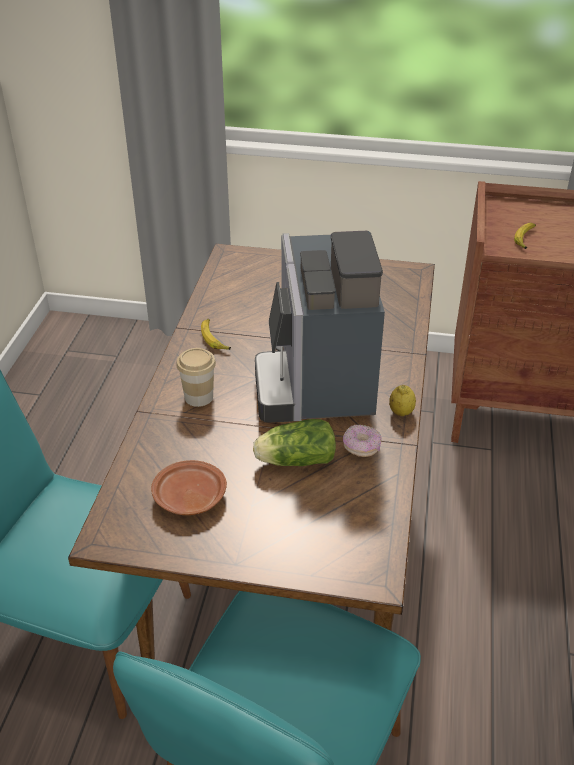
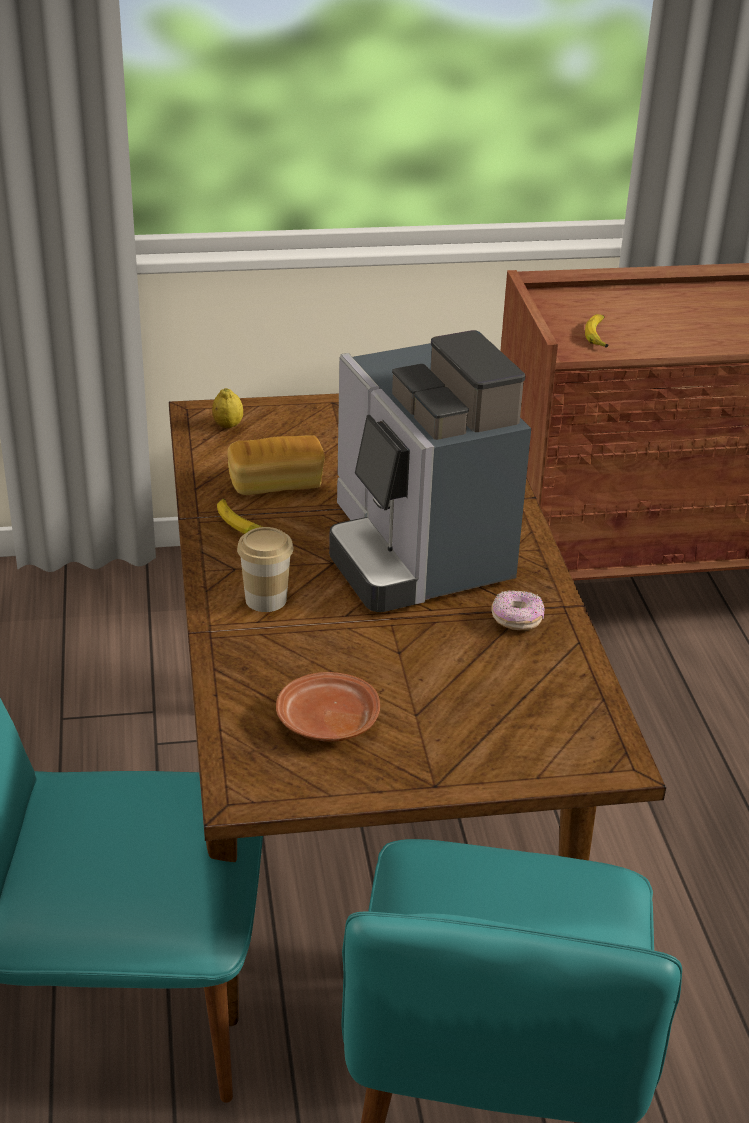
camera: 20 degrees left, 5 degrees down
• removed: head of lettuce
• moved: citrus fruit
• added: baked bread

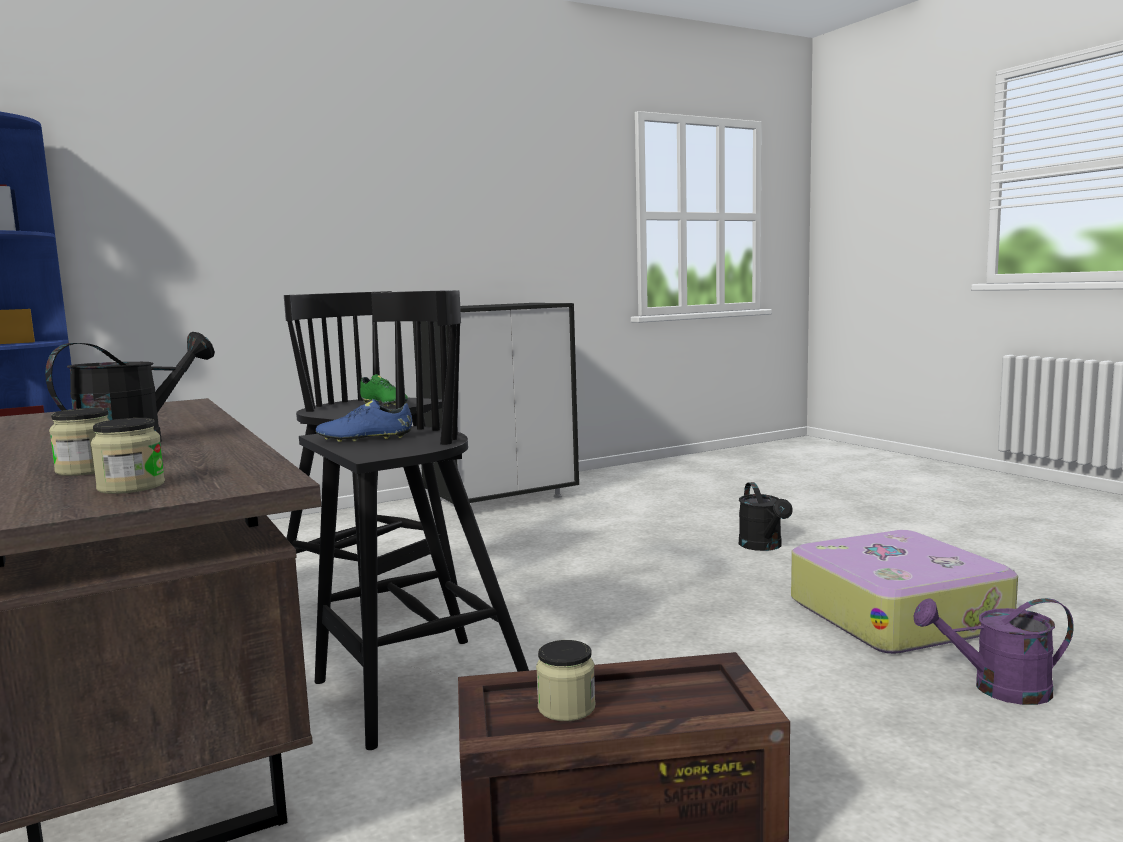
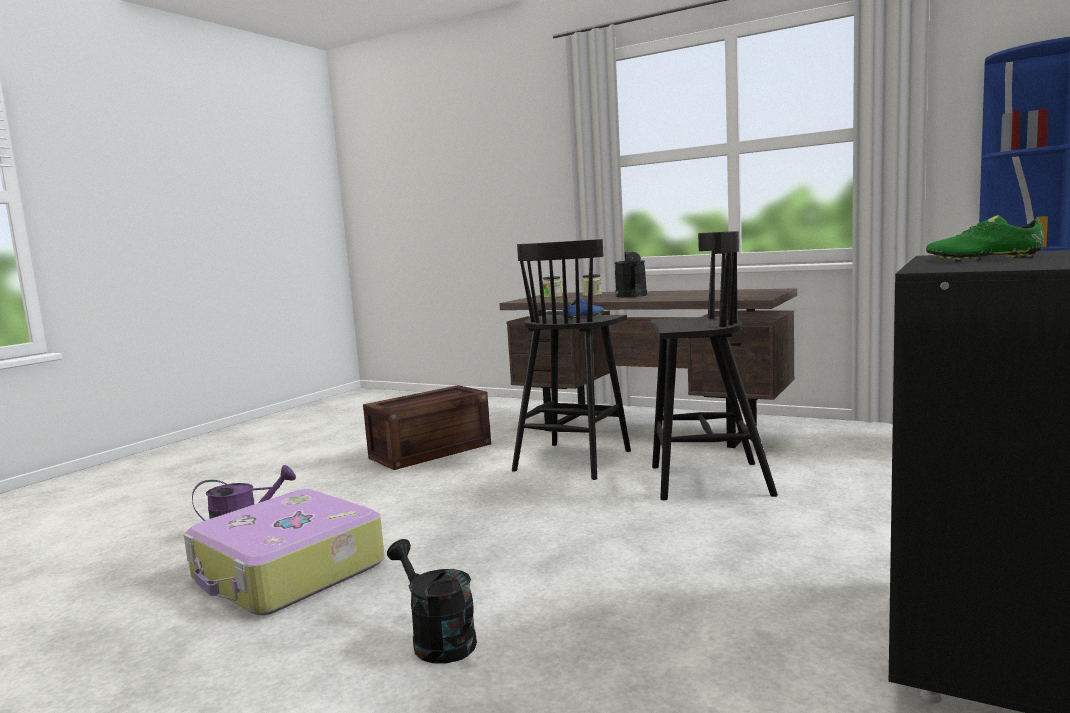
camera: 150 degrees right, 0 degrees up
• moved: green low shoe
• removed: jar (3rd from left)

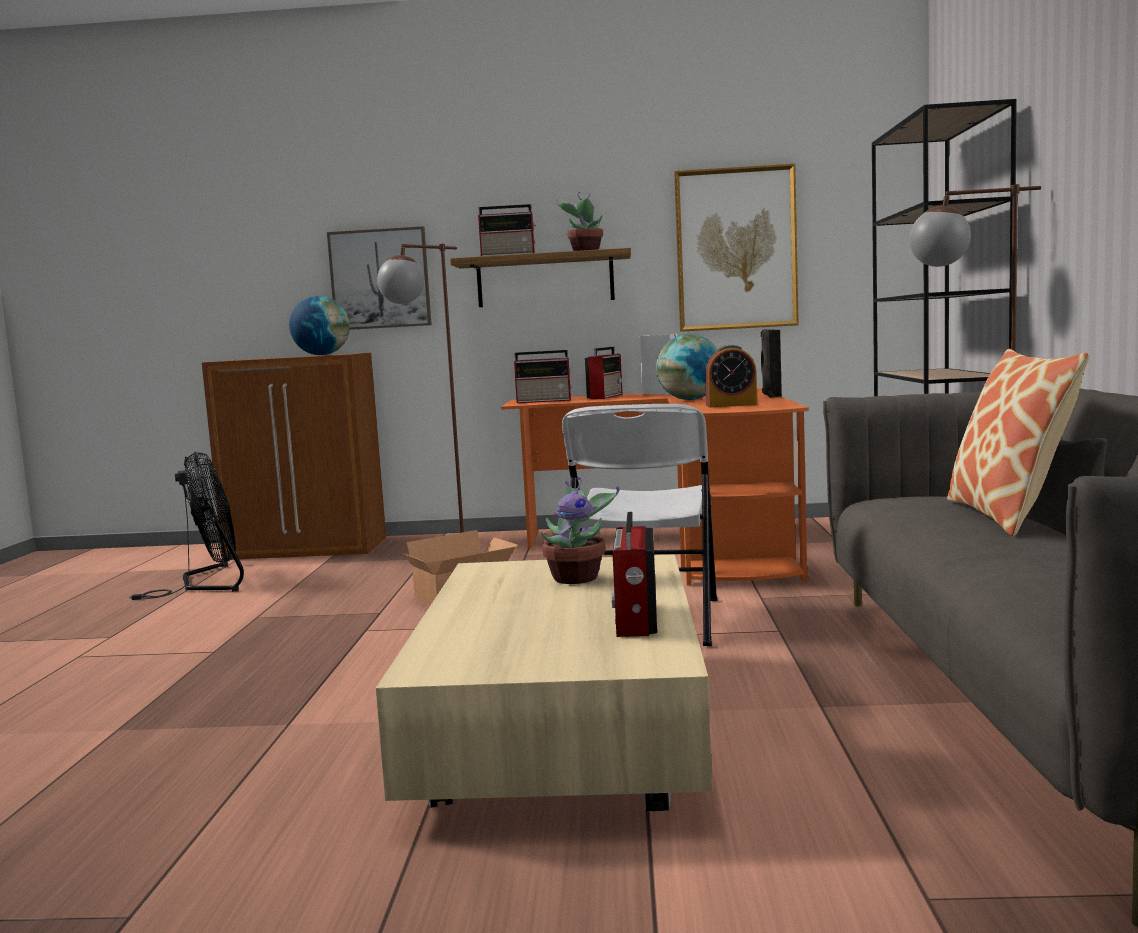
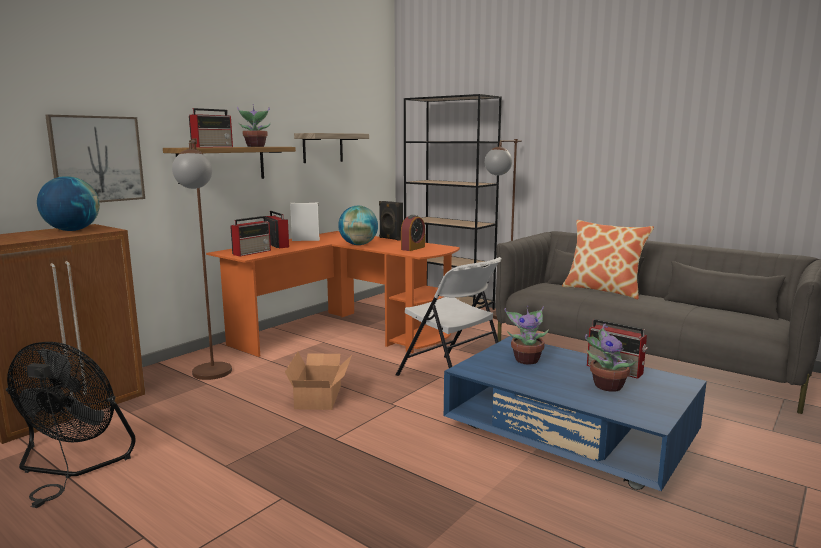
camera: 55 degrees left, 5 degrees up
• recoloured: sand-coloured low table to blue low table
• replaced: wall picture (2nd from left) to shelf (2nd from left)
• added: plant in a pot (3rd from left)

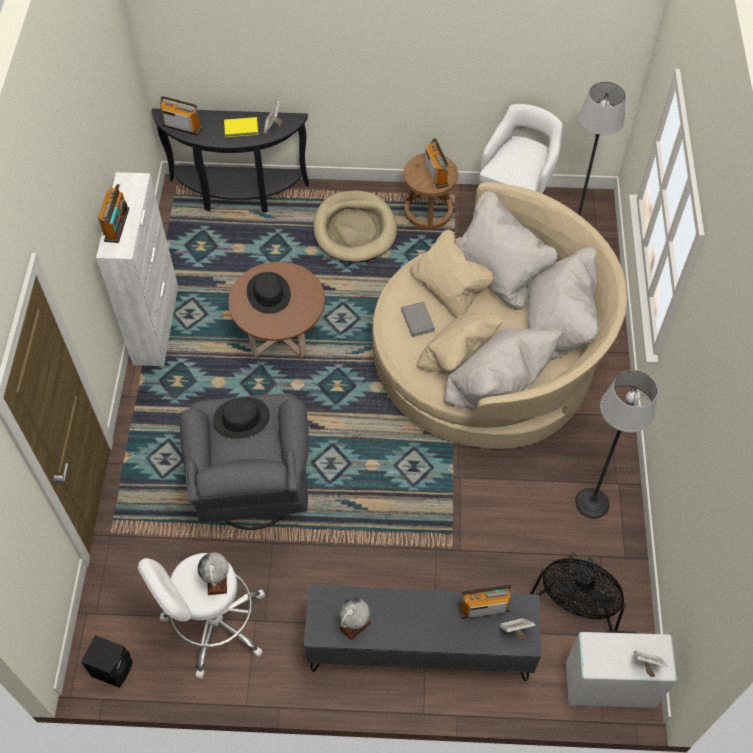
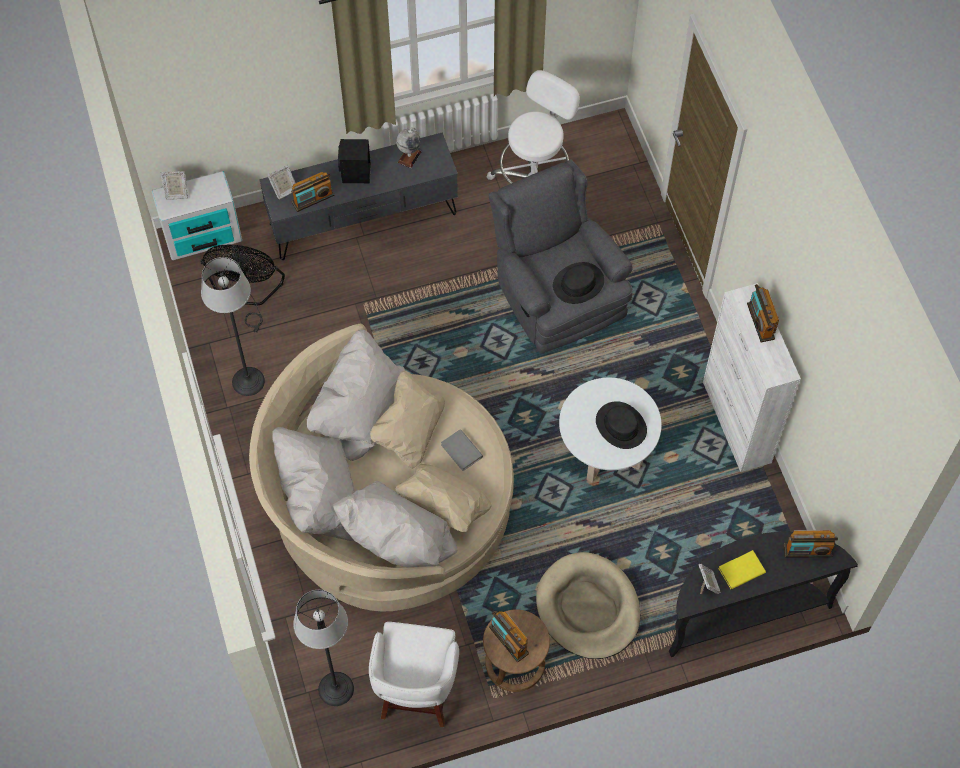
camera: 160 degrees right, 5 degrees up
• moved: black speaker
• removed: desk globe (1st from left)
• recoloured: brown-coloured low table to whitish low table

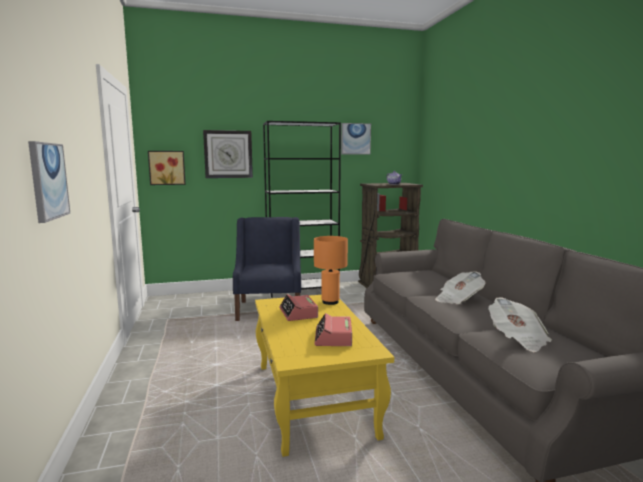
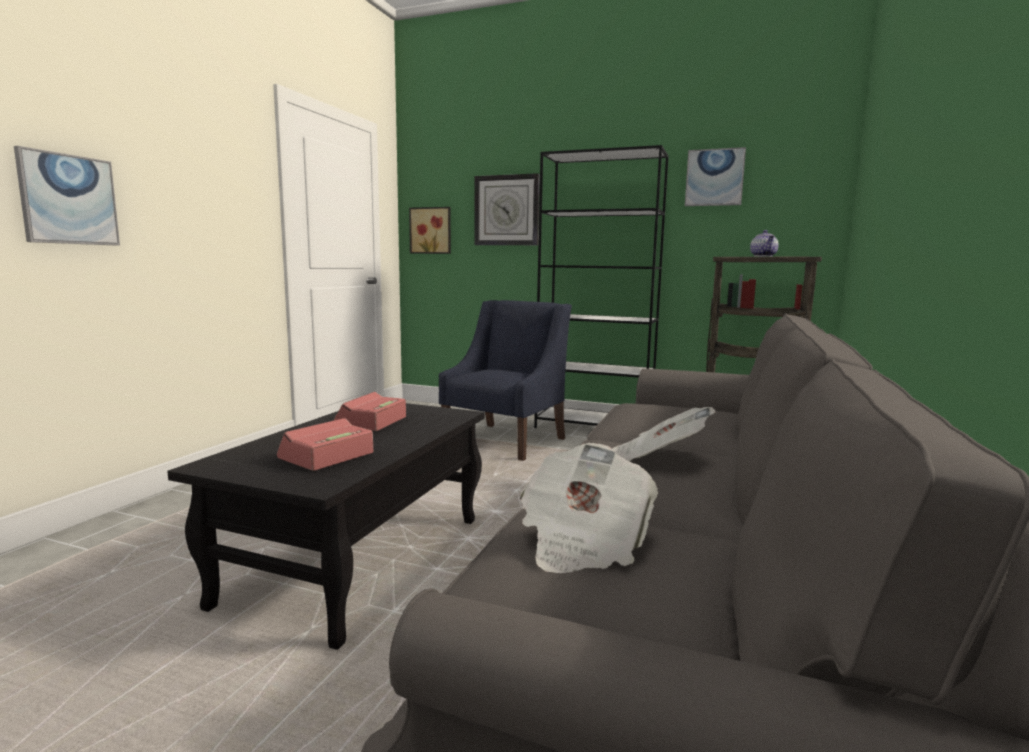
camera: 35 degrees right, 0 degrees up
• recoloured: yellowish low table to black low table
• removed: orangey tabletop lamp

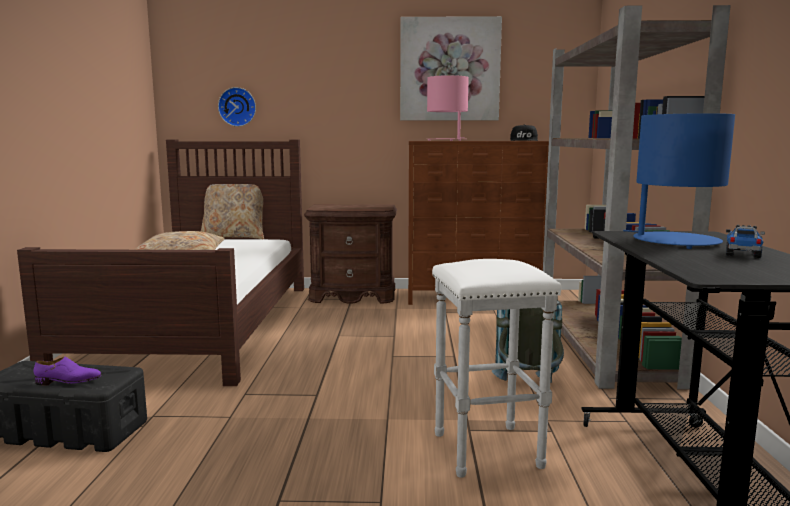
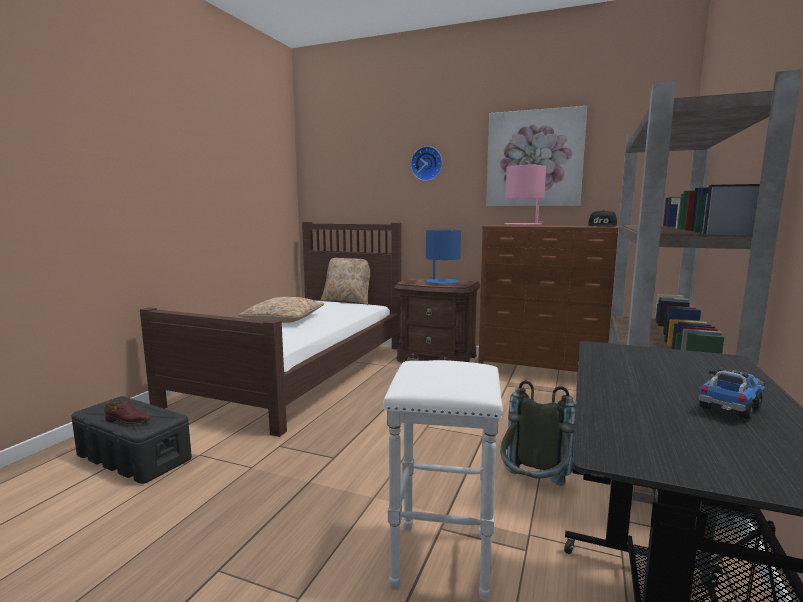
camera: 20 degrees right, 0 degrees up
• recoloured: purple low shoe to brown-coloured low shoe
• moved: hanging clock
• moved: blue tabletop lamp

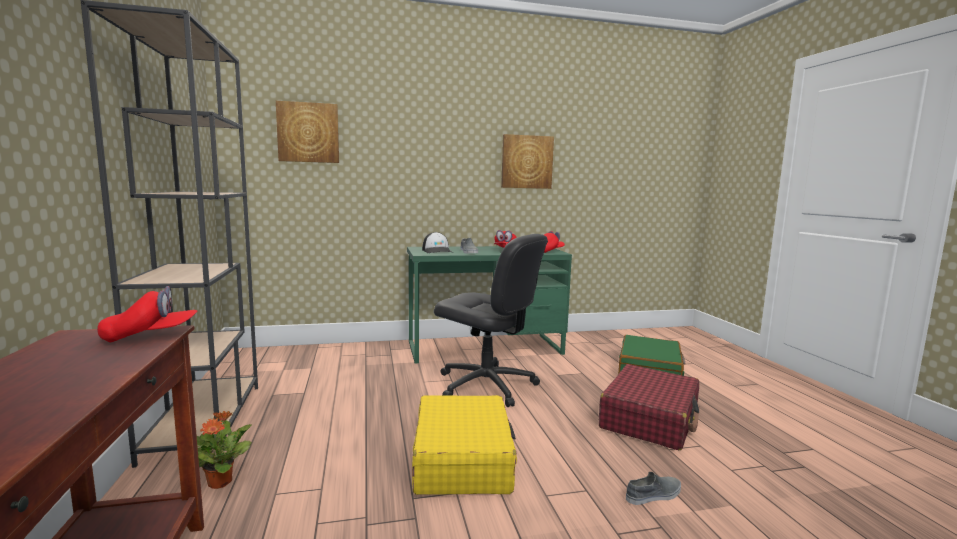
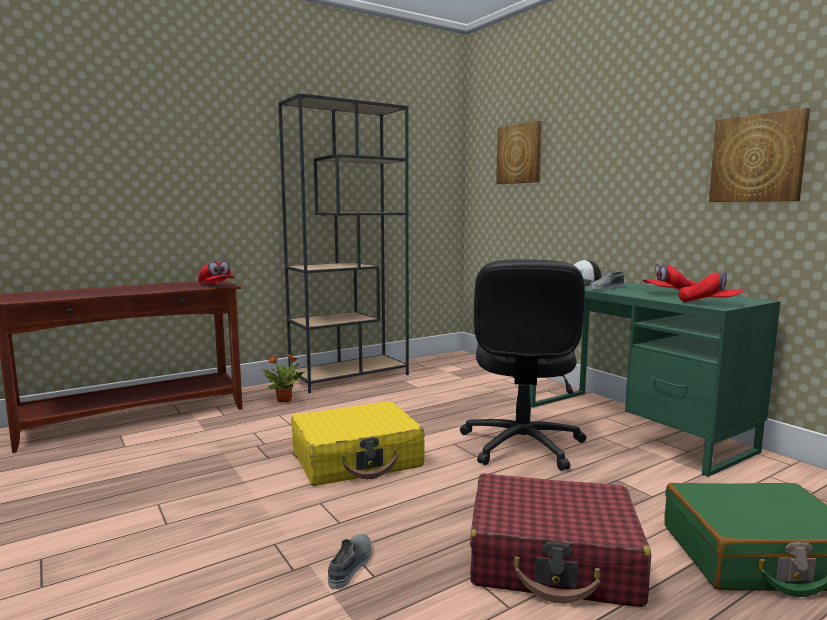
camera: 70 degrees right, 0 degrees up
• turned: gray low shoe (2nd from left in the first image) 120 degrees counterclockwise

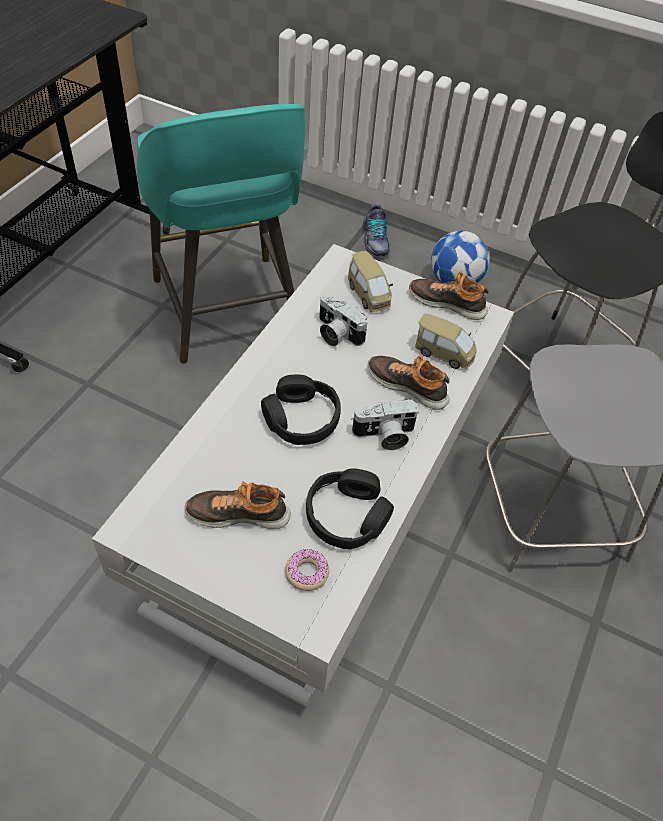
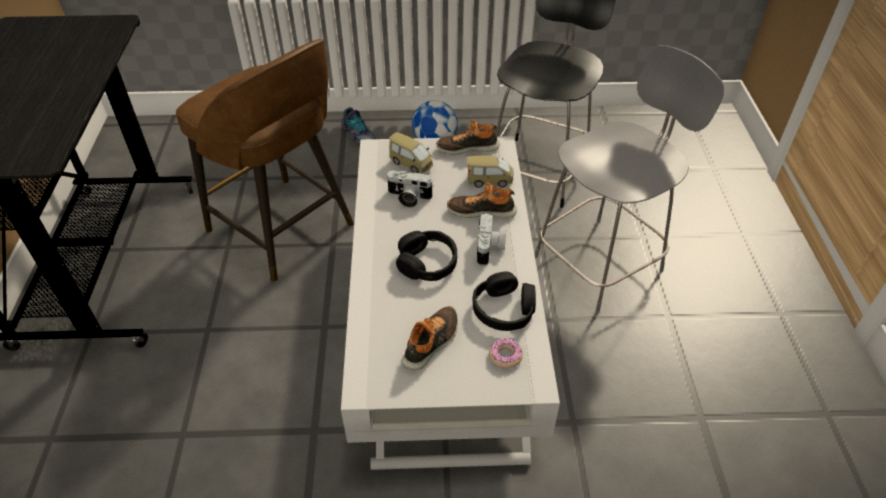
camera: 25 degrees left, 5 degrees down
• recoloured: turquoise-coloured stool seat to brown-coloured stool seat
• turned: low shoe (1st from left in the first image) 150 degrees clockwise
• turned: photo camera (2nd from left) 45 degrees counterclockwise

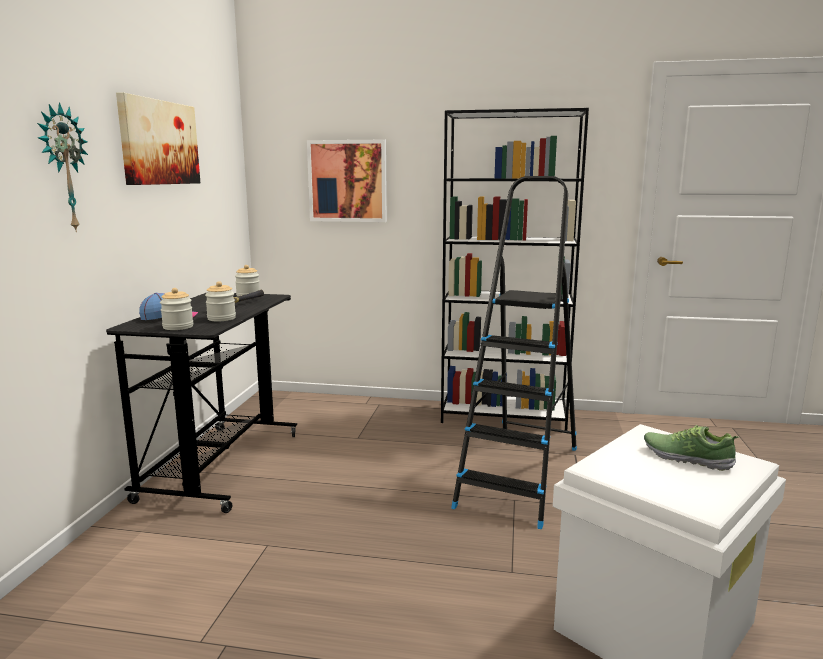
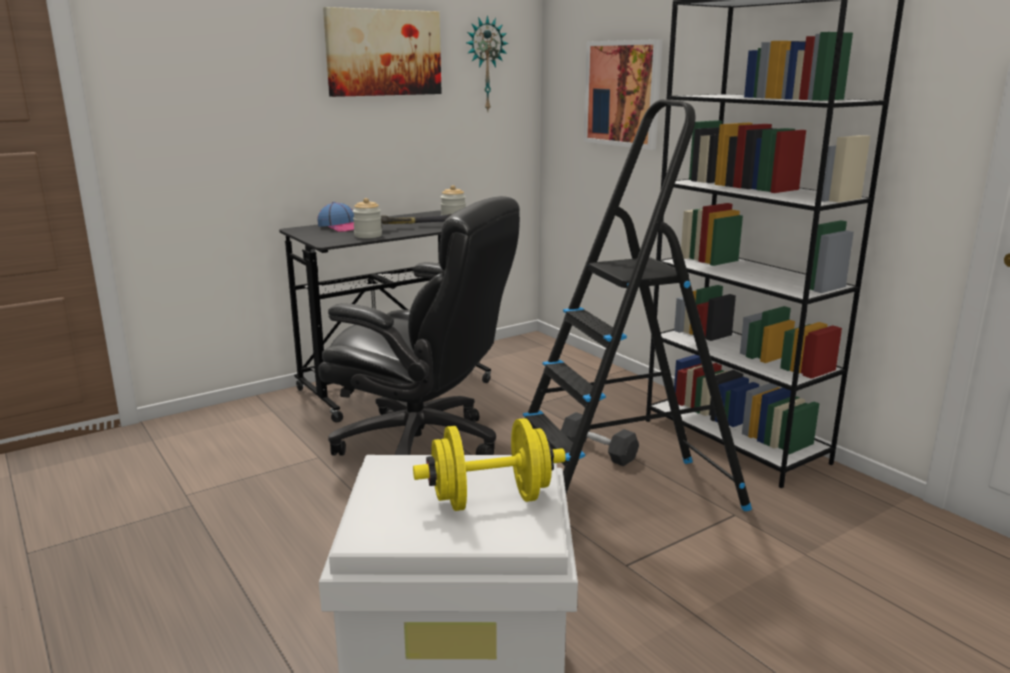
camera: 45 degrees right, 5 degrees up
• moved: hanging clock
• removed: jar (1st from left)
• replaced: low shoe to yellowish free weight
• added: black office chair
• added: gray free weight

